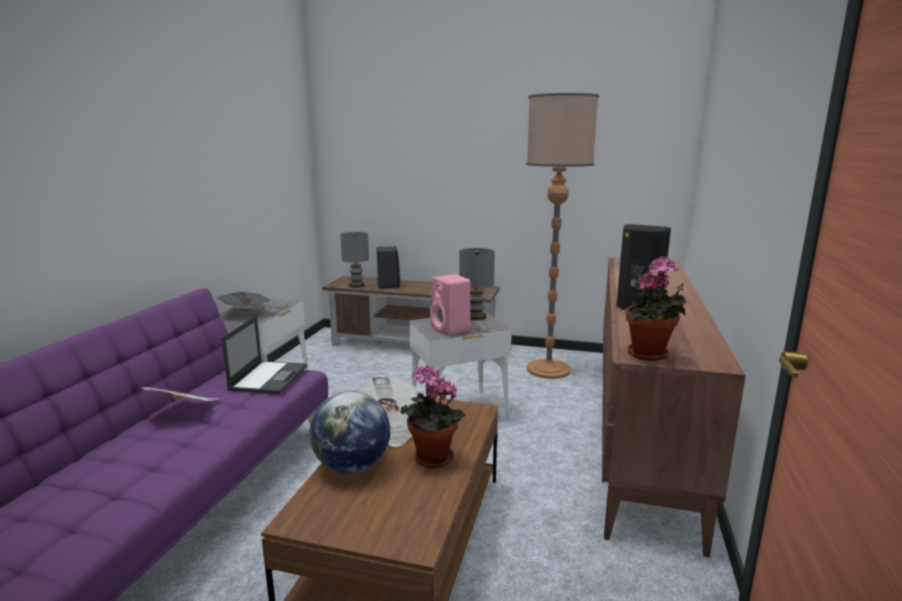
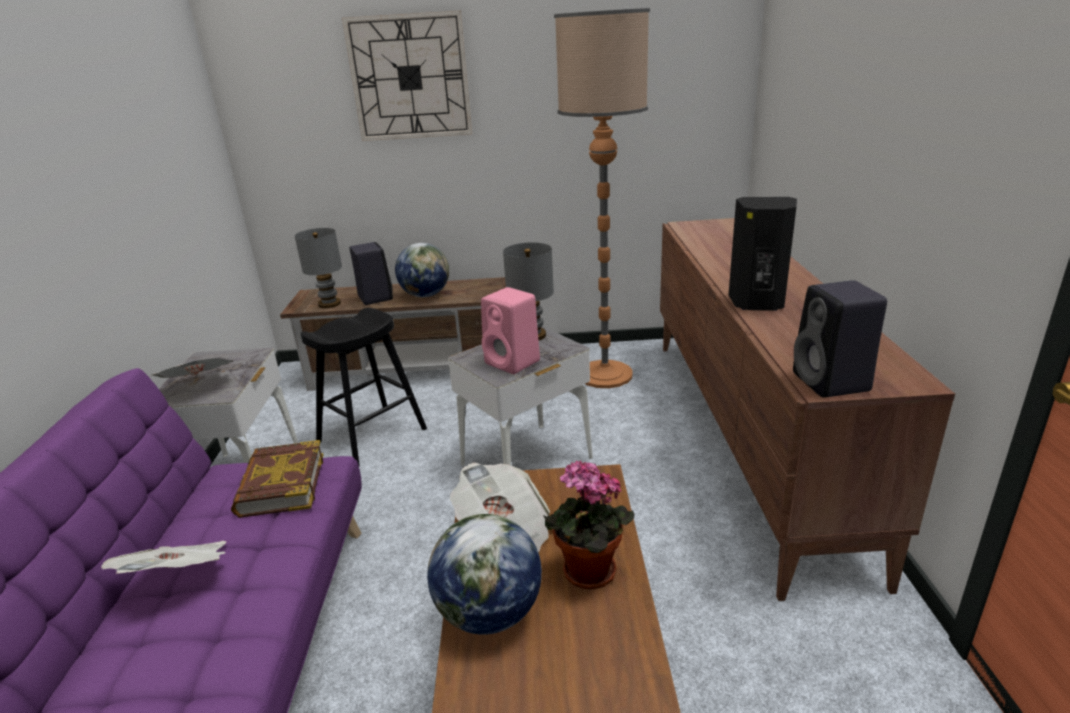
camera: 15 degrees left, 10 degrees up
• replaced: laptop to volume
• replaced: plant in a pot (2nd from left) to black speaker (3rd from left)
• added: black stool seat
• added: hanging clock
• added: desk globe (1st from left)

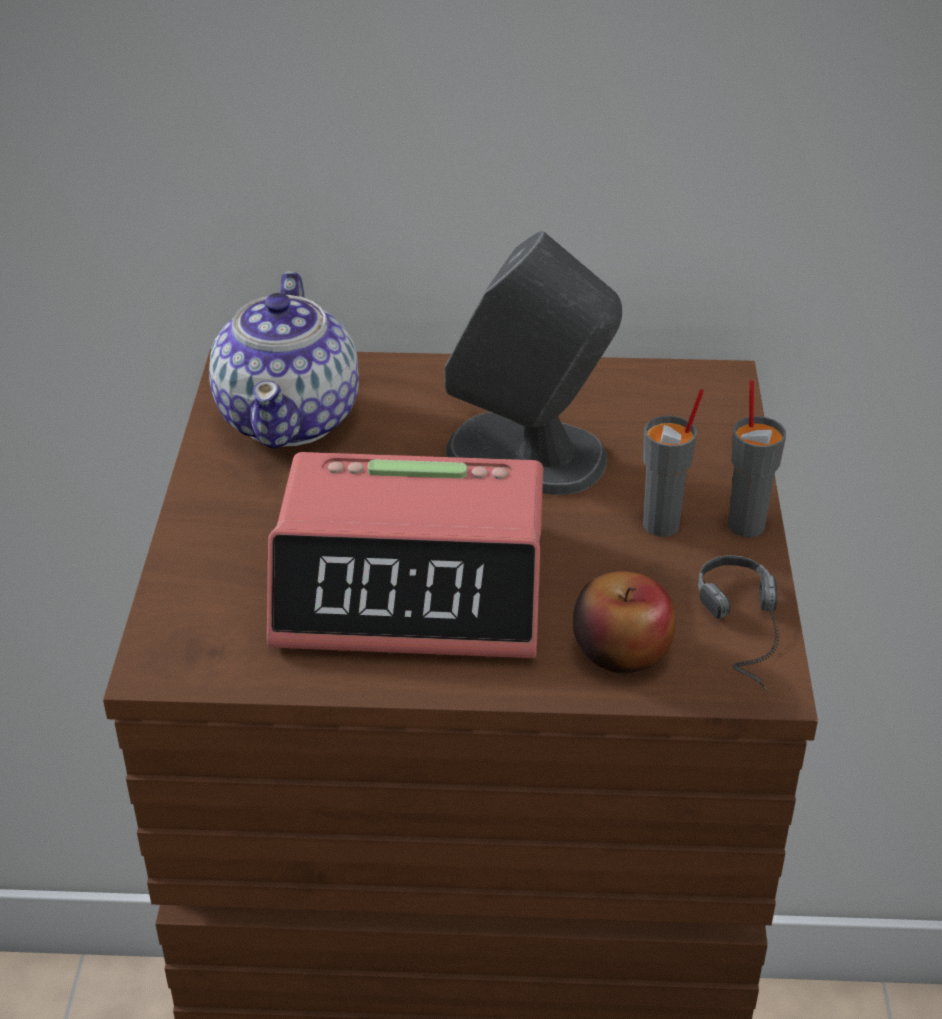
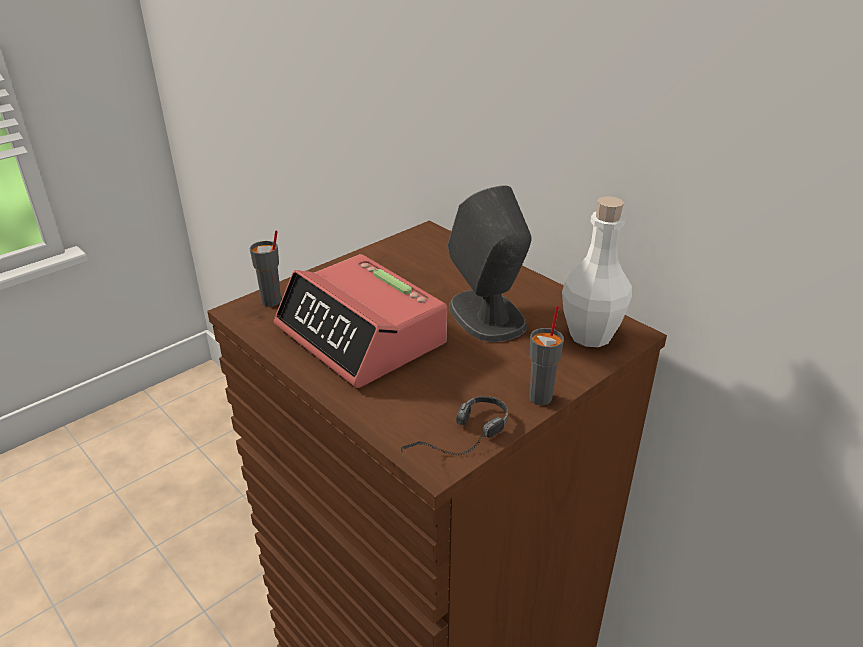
camera: 45 degrees right, 5 degrees down
• removed: tea pot
• removed: whole apple
• moved: gray drinking cup (1st from left)
• added: whitish bottle

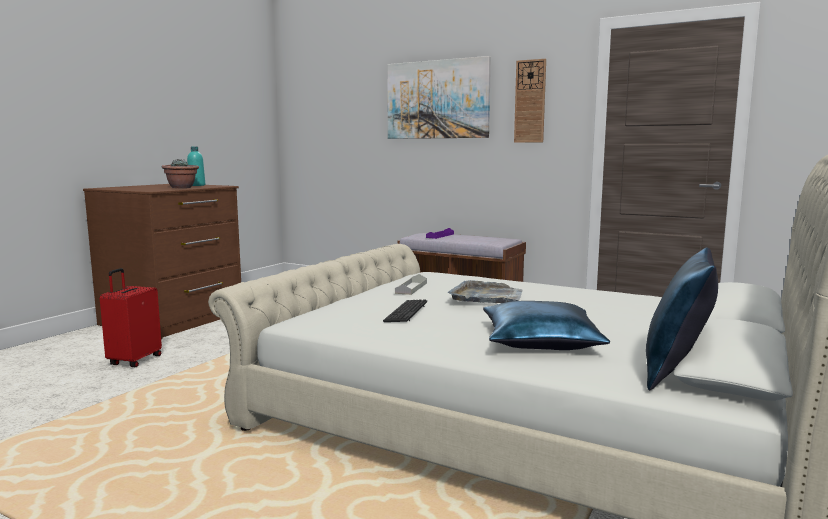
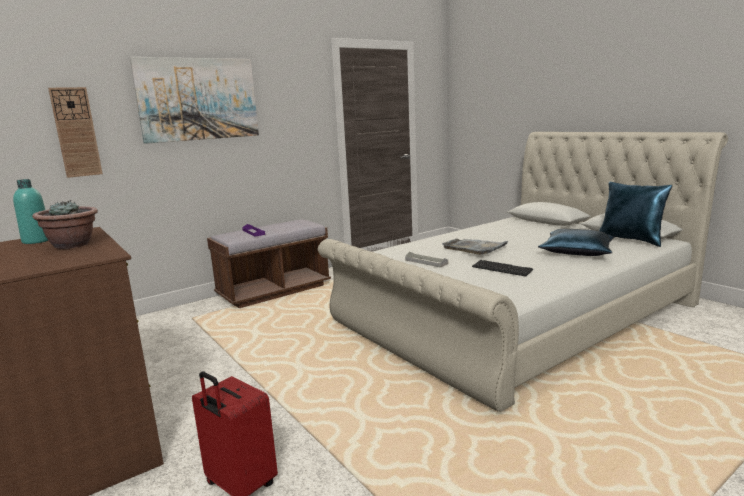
camera: 65 degrees left, 5 degrees up
• moved: hanging clock

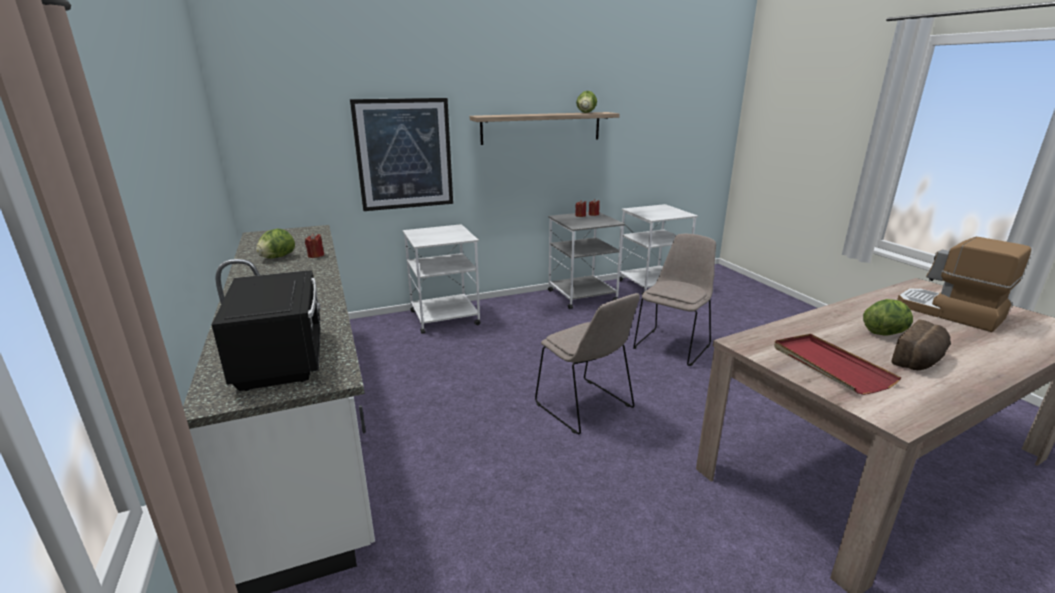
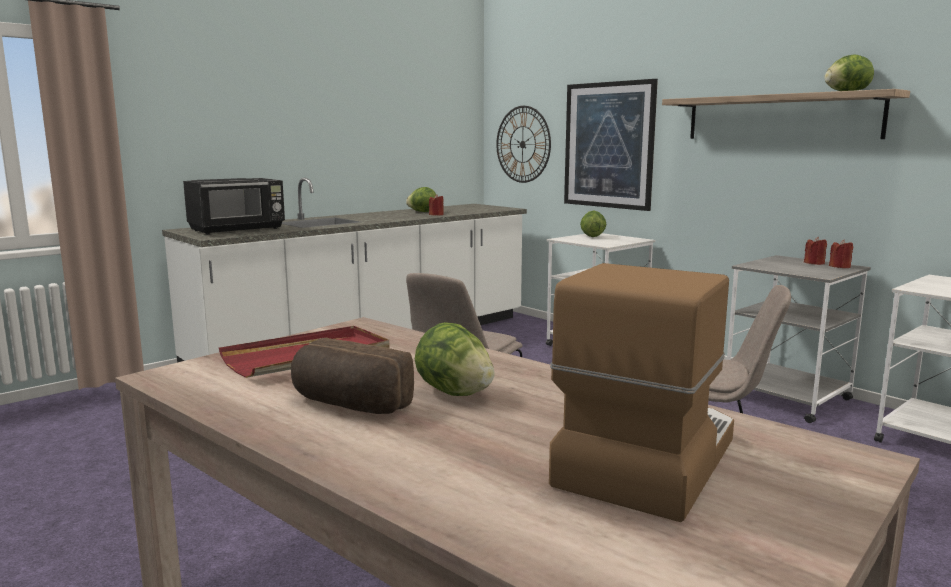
camera: 70 degrees right, 10 degrees down
• added: hanging clock
• added: head of lettuce (3rd from left)

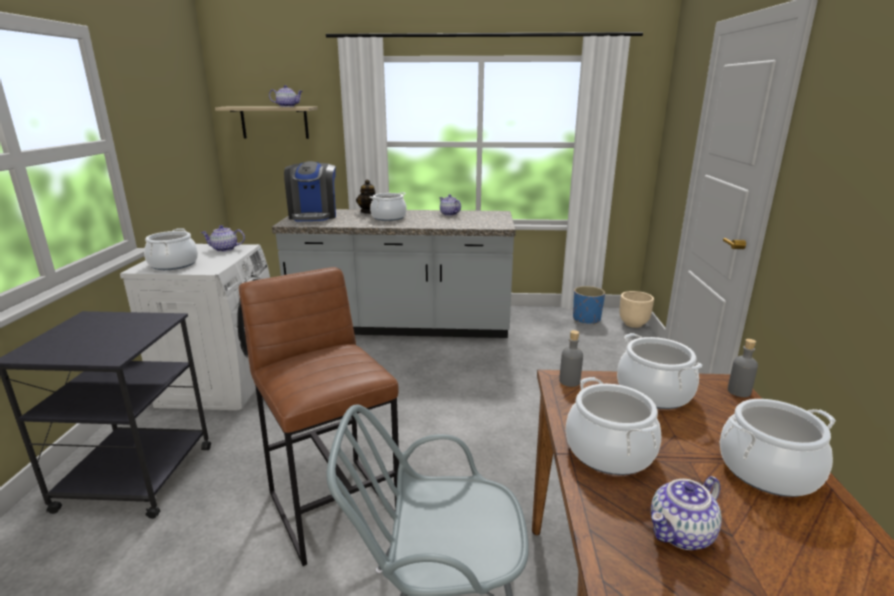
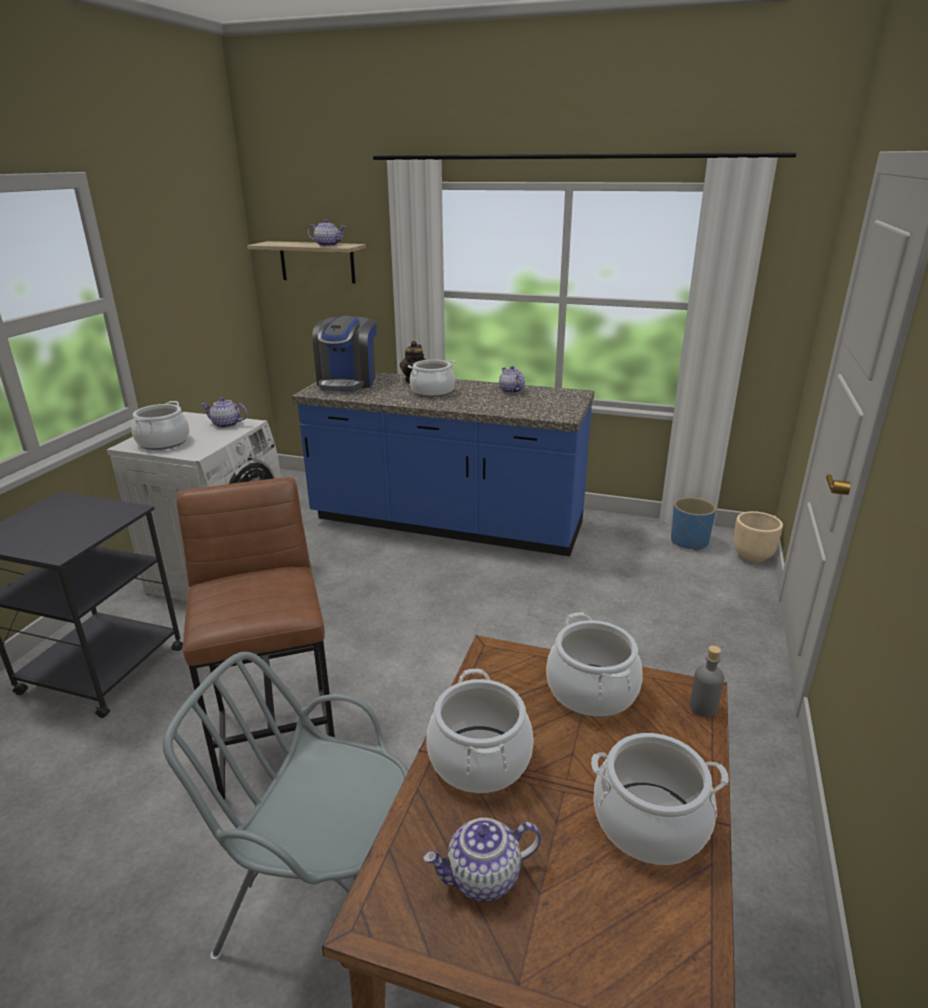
camera: 15 degrees right, 5 degrees up
• recoloured: gray kitchen counter to blue kitchen counter
• removed: gray bottle (1st from left)

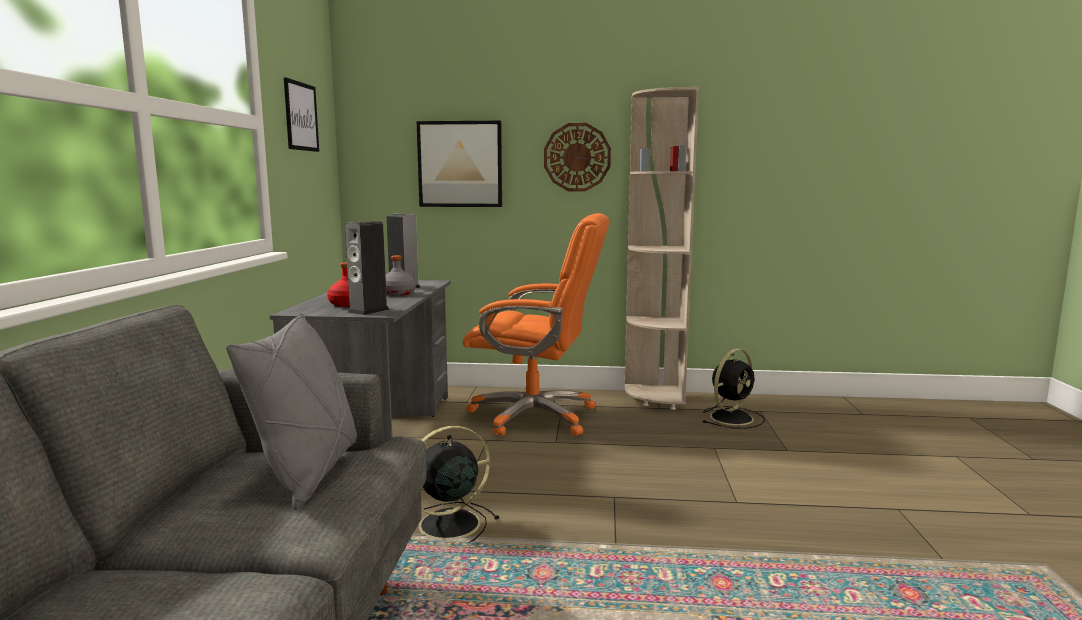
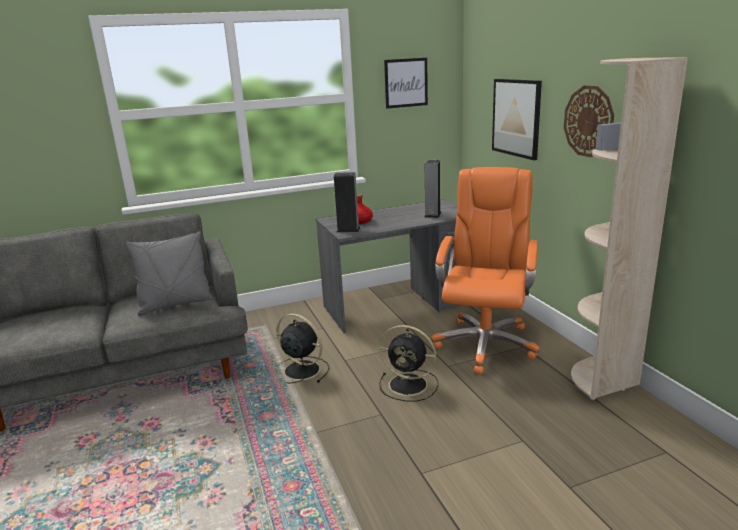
camera: 65 degrees right, 10 degrees up
• removed: gray bottle
• turned: orangey office chair 150 degrees counterclockwise
• moved: black fan (2nd from left)

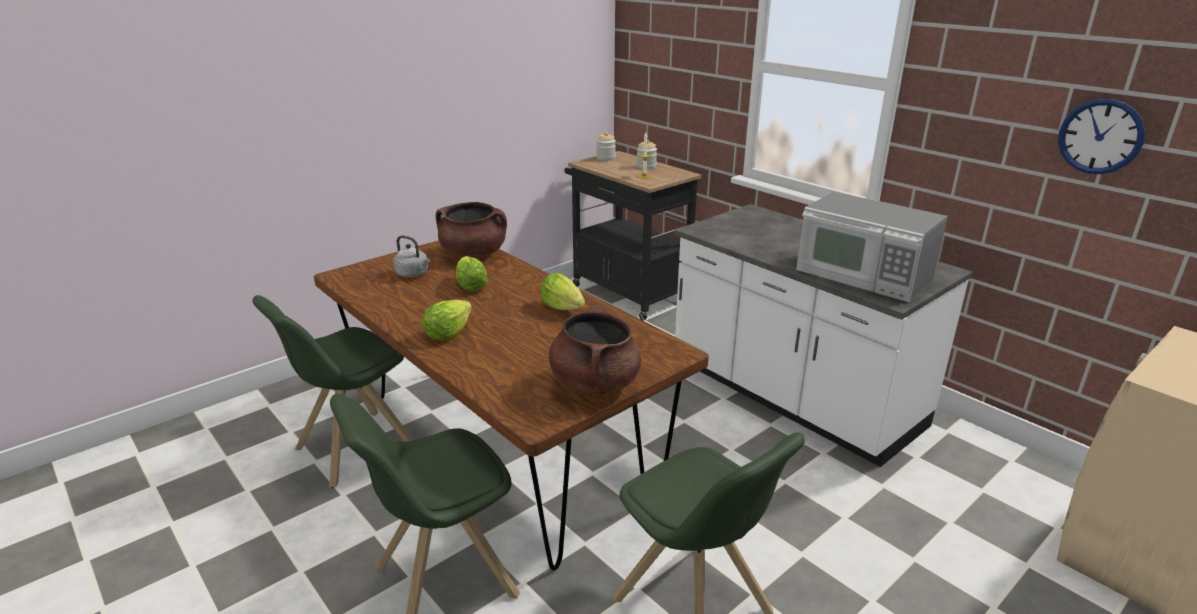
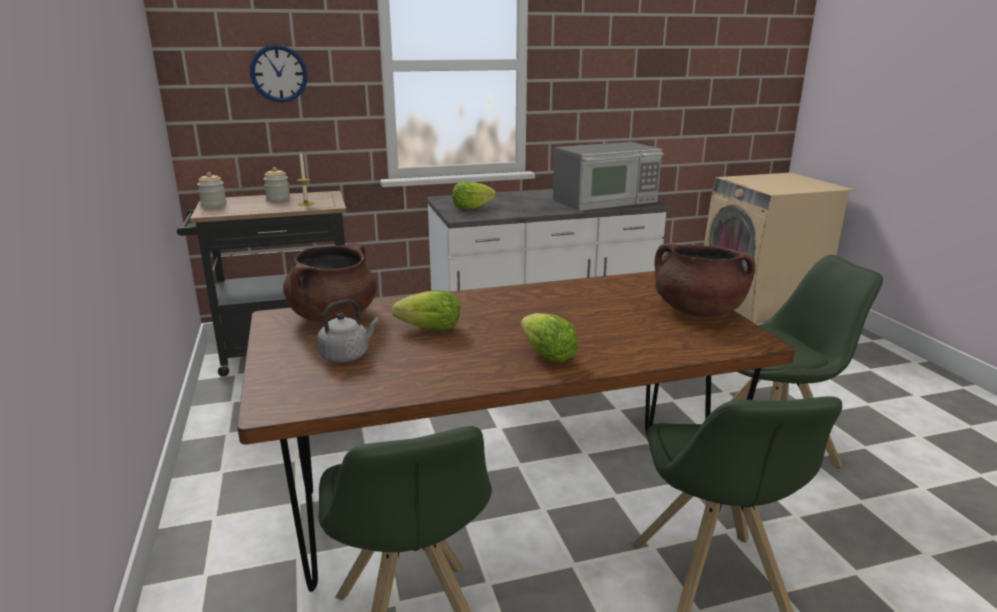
camera: 65 degrees left, 5 degrees down
• moved: head of lettuce (3rd from left in the first image) to head of lettuce (2nd from left)
• moved: hanging clock

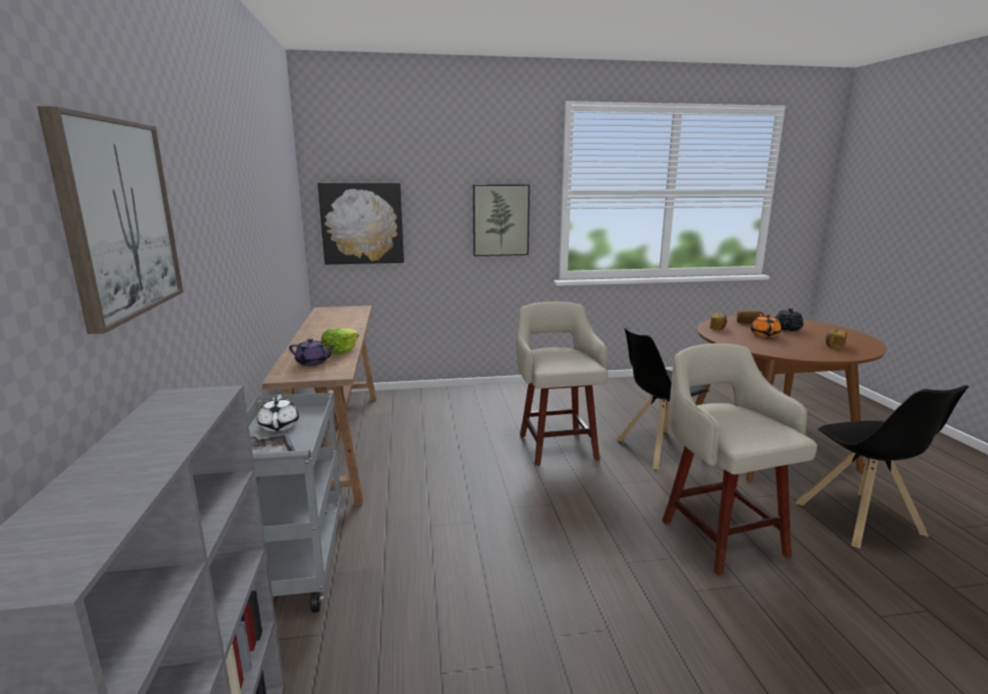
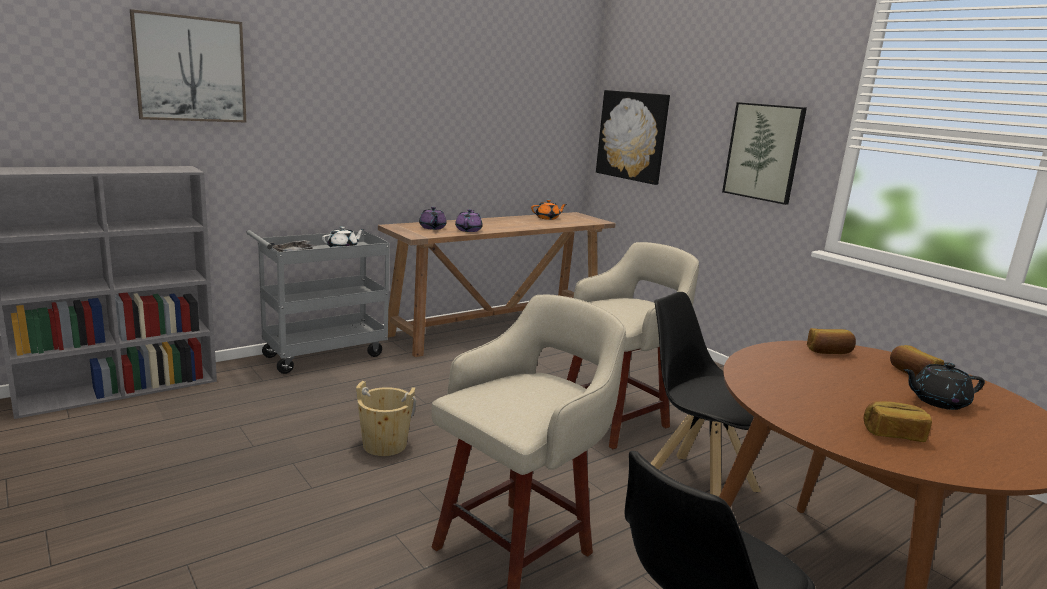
camera: 60 degrees right, 0 degrees up
• replaced: head of lettuce to purple tea pot (2nd from left)
• moved: orangey tea pot
• added: sand-coloured pail

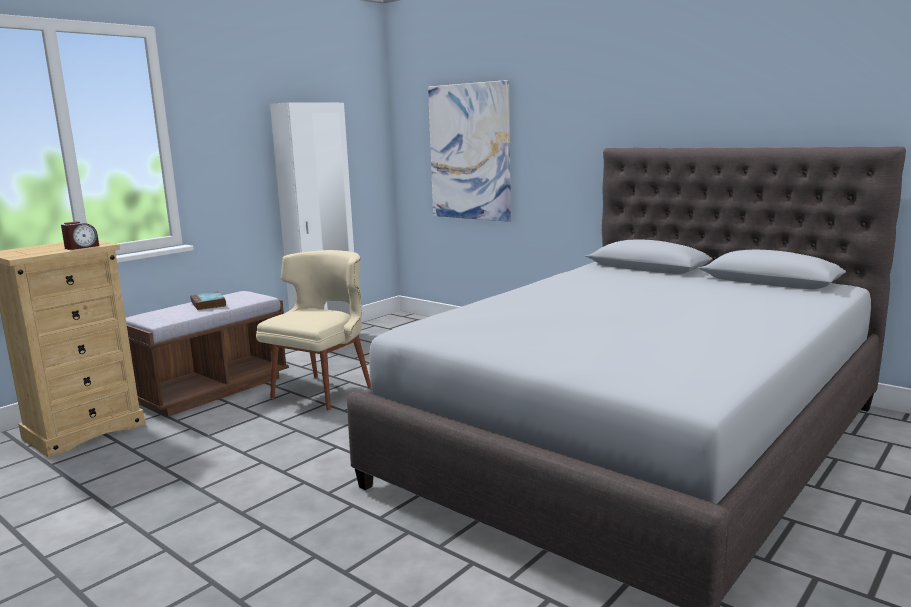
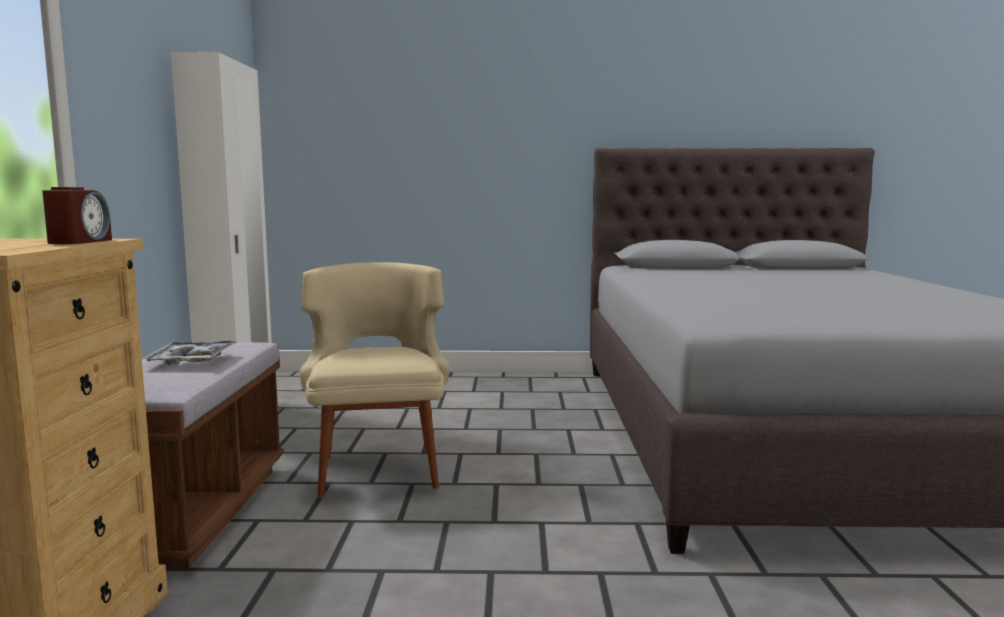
camera: 40 degrees left, 5 degrees down
• replaced: volume to carrying tray
• removed: wall picture

